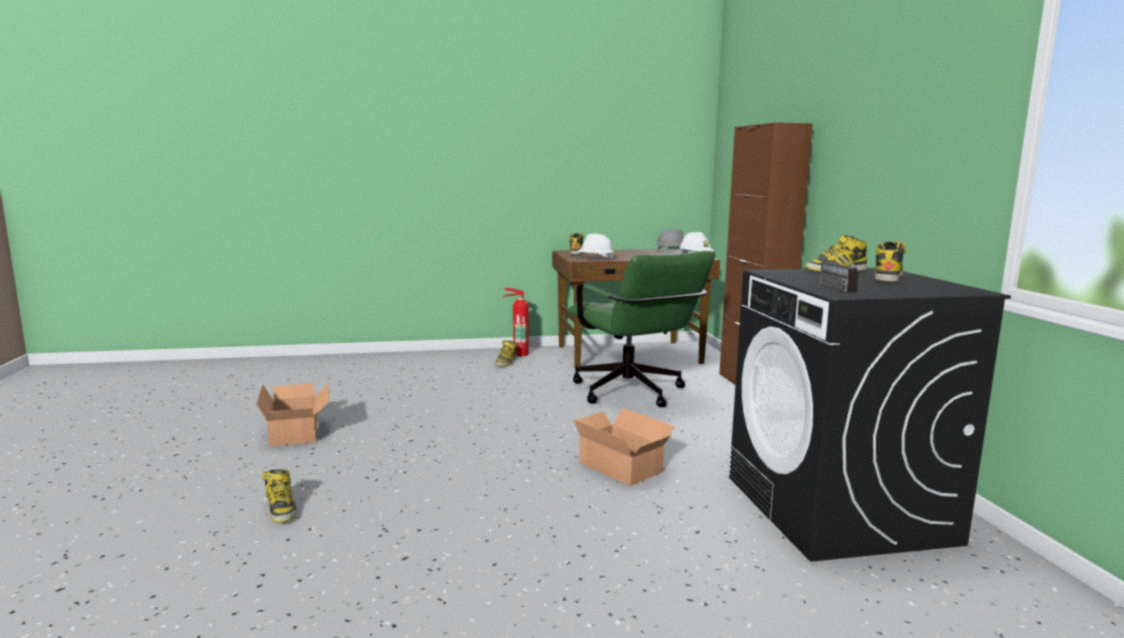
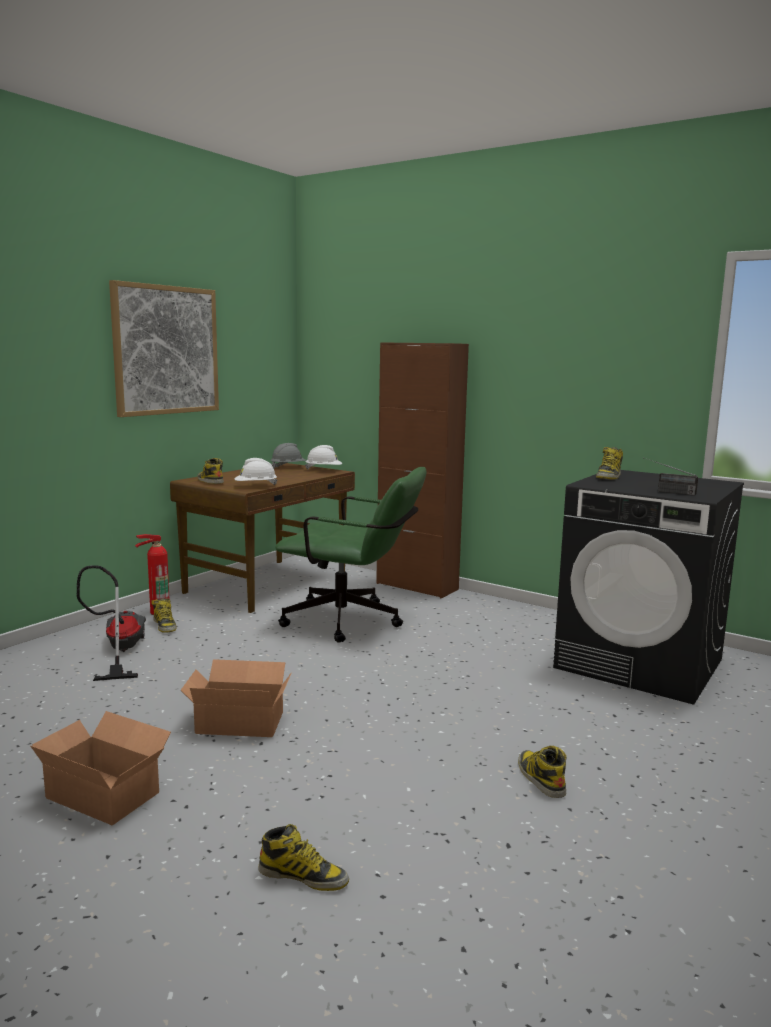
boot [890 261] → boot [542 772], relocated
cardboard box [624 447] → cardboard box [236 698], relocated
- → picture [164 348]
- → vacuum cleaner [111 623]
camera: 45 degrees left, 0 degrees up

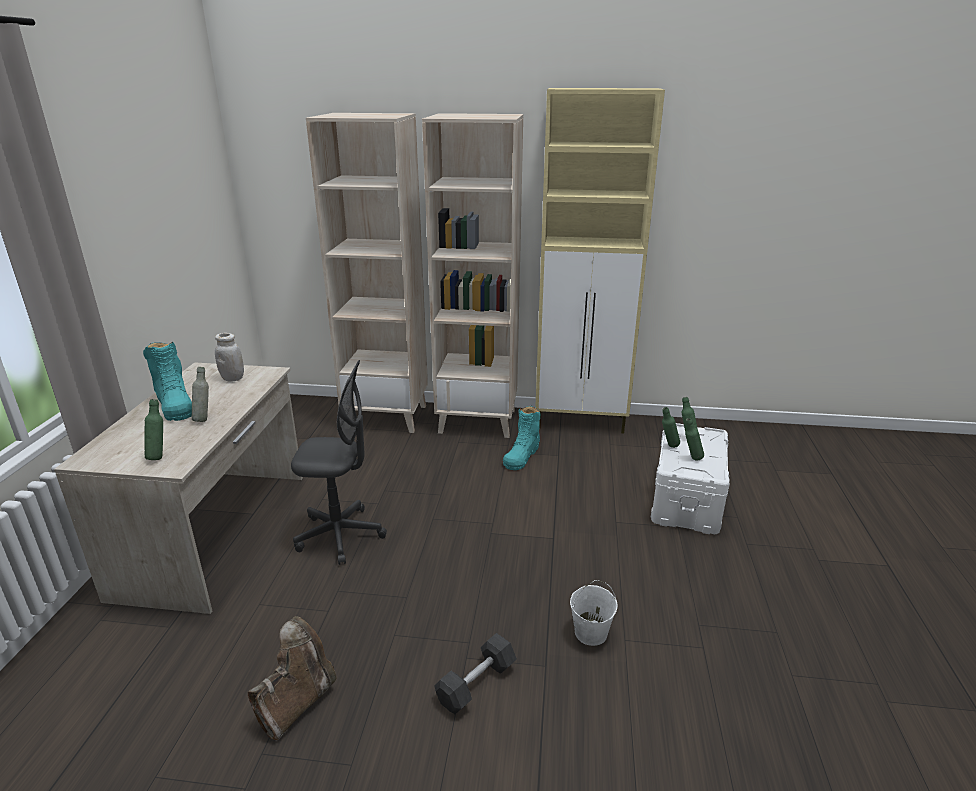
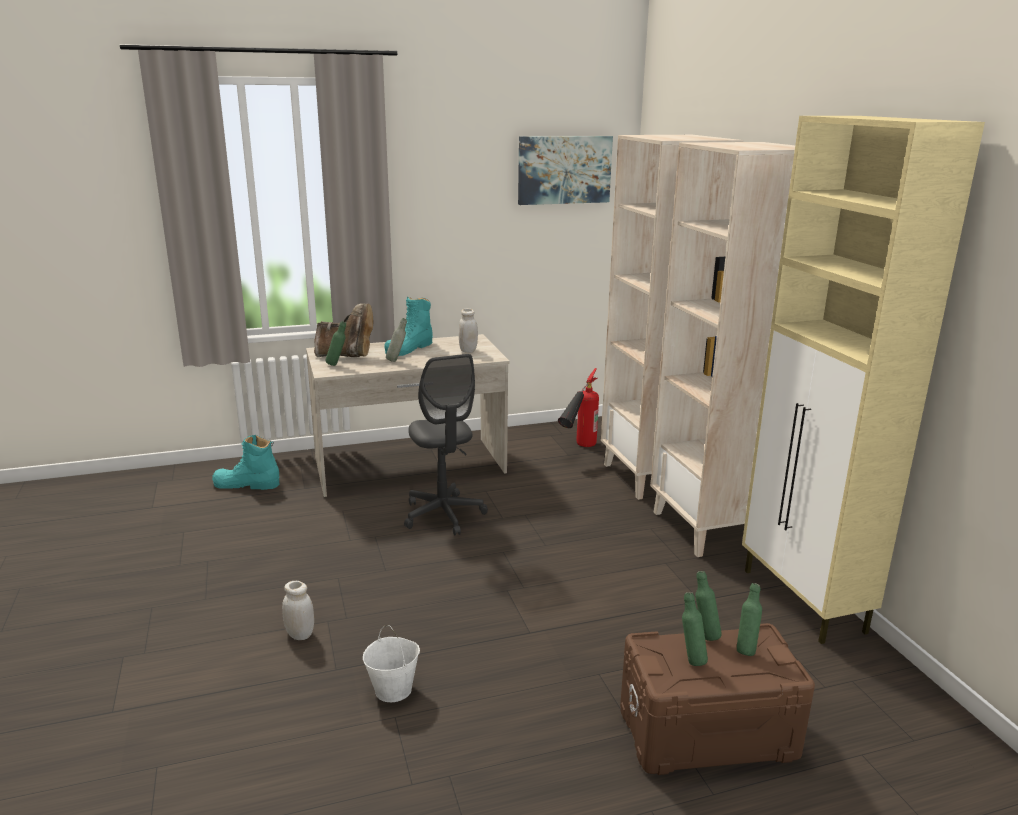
turquoise boot [522 438] → turquoise boot [245 462], relocated
white storage box [690 478] → brown storage box [717 699]
brown boot [291 678] → brown boot [343 330], relocated
grey dumbbell [475 673] → white jar [298 610]
- → picture [565 170]
- → fire extinguisher [578 407]
camera: 65 degrees right, 5 degrees down

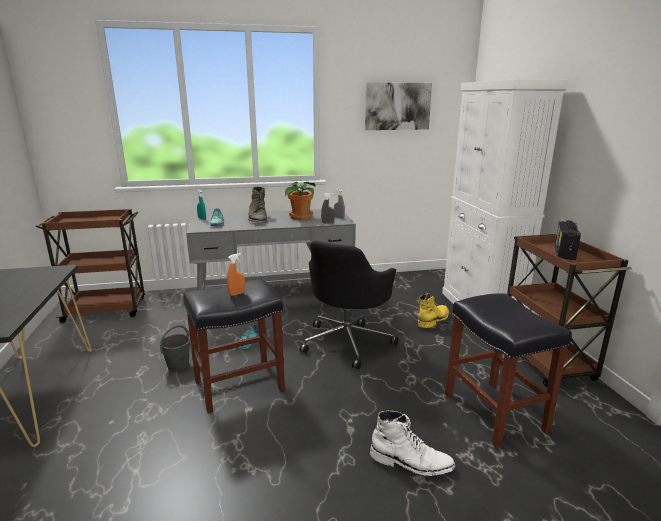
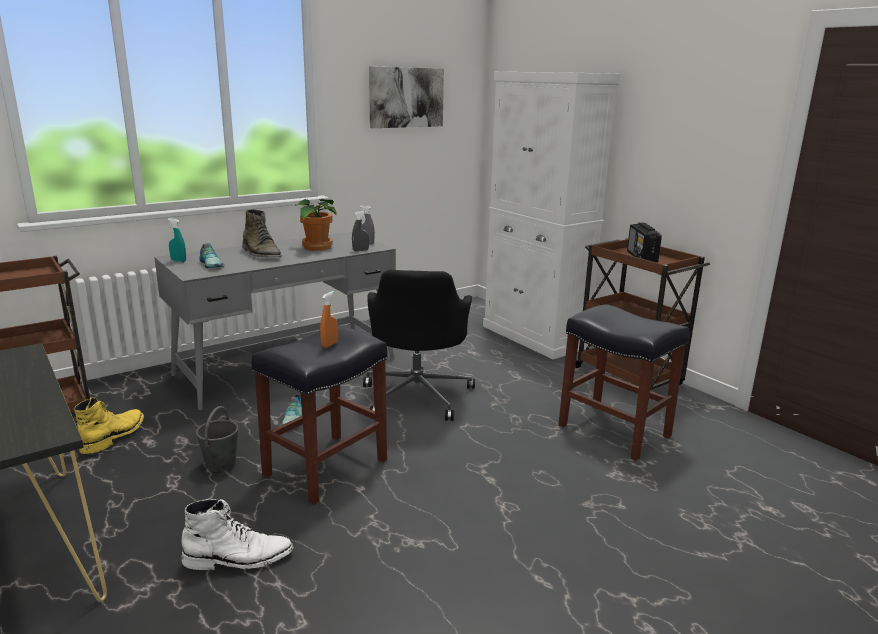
yellow boot [433 310] → yellow boot [109 425], relocated
white boot [412 443] → white boot [237 534], relocated
camera: 25 degrees left, 0 degrees up

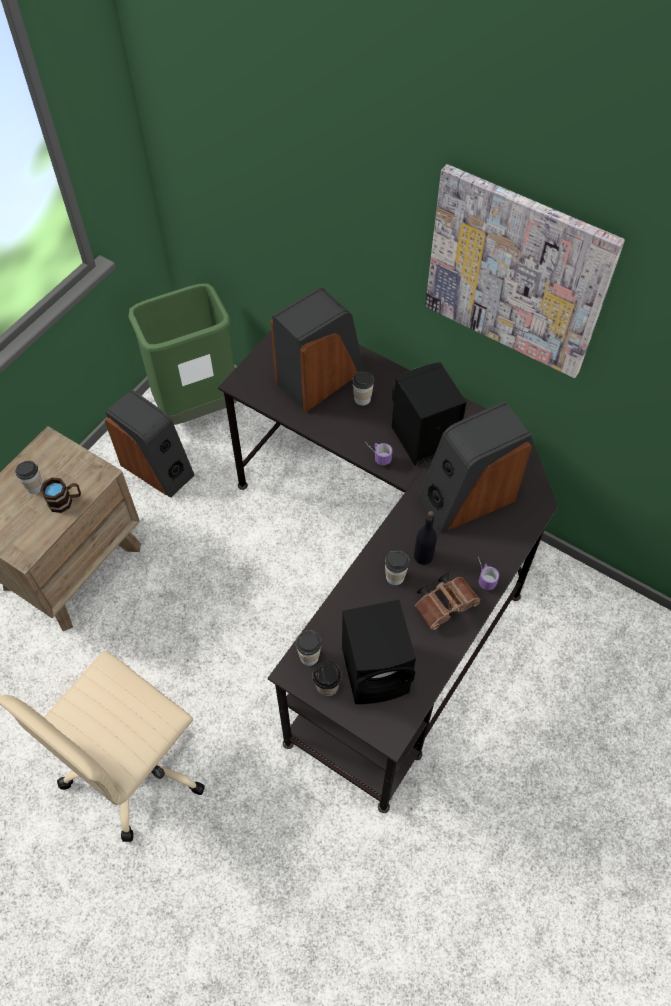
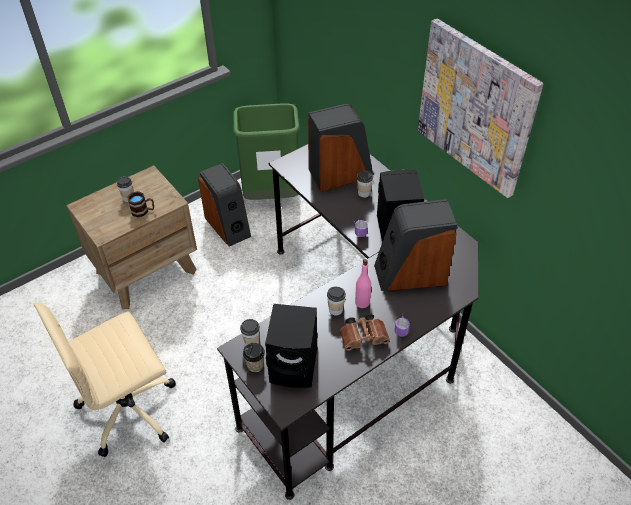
black bottle [425 538] → pink bottle [363 283]
camera: 20 degrees right, 10 degrees down

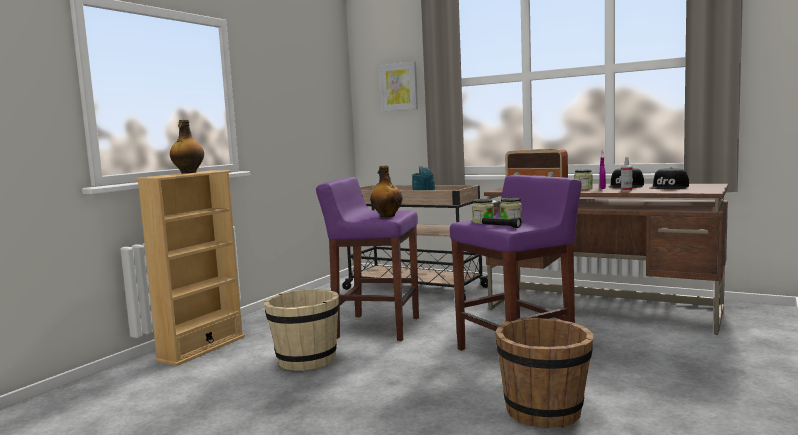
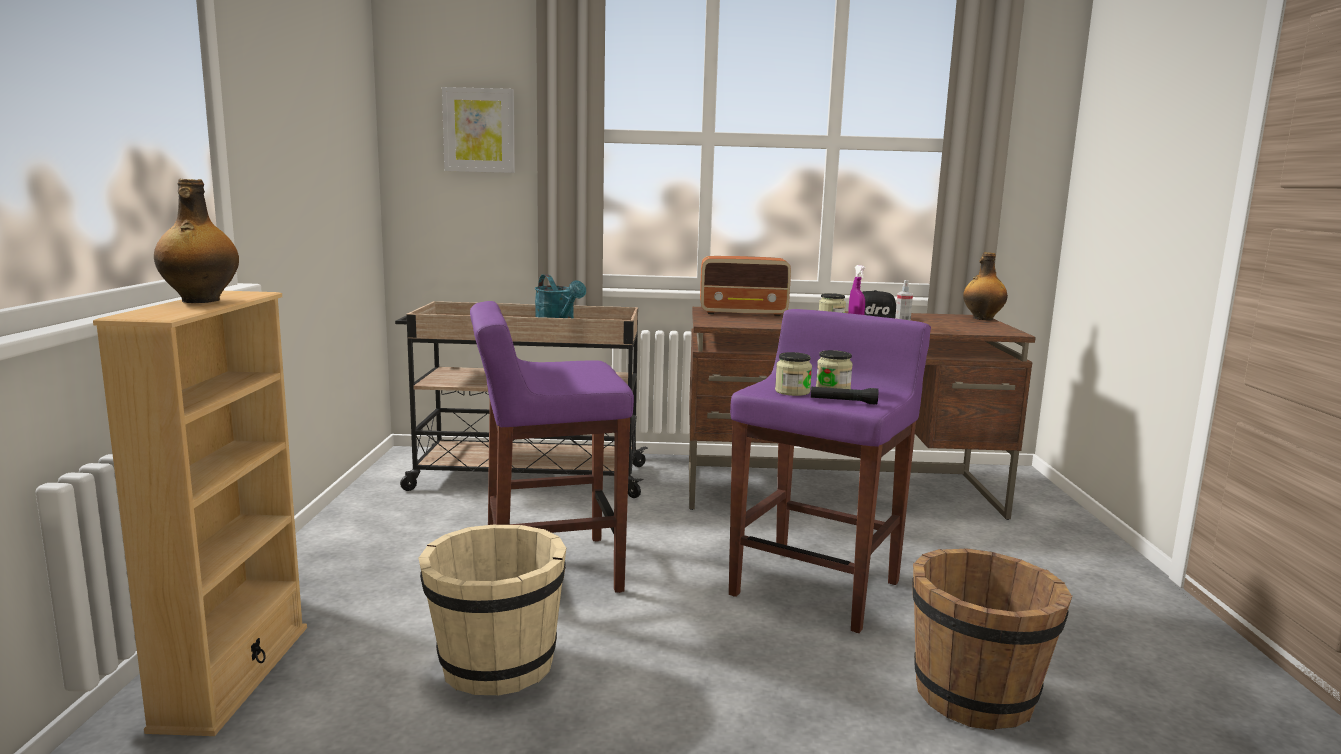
bottle [386 191] → bottle [985 286], relocated
black cap [669 178] → -
camera: 30 degrees left, 5 degrees up

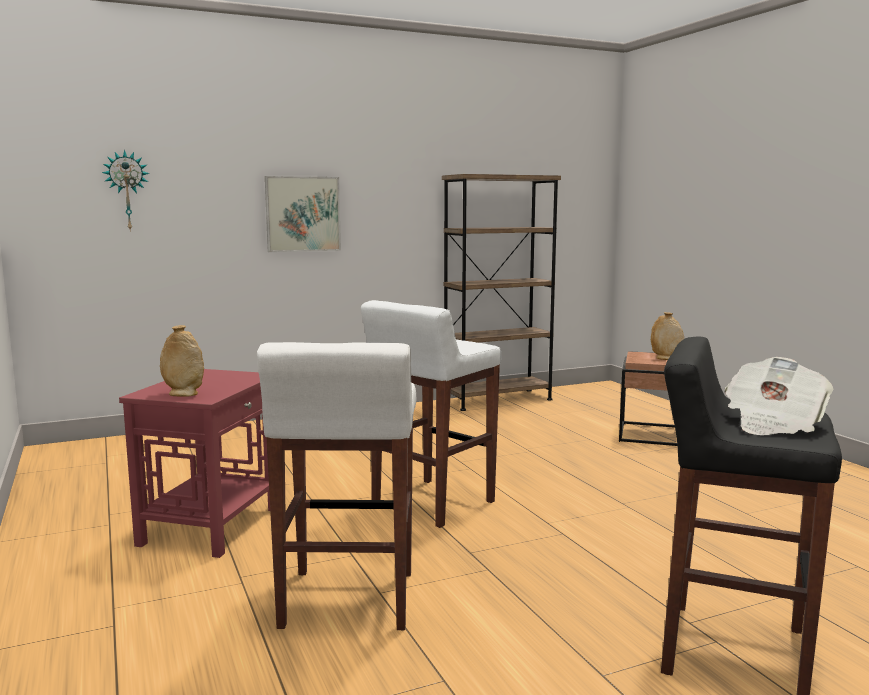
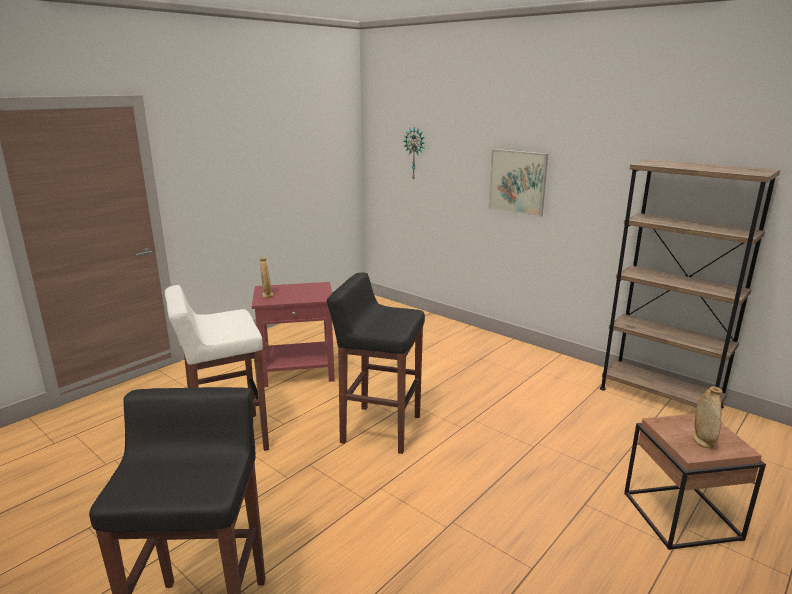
white stool [431 414] → black stool [376 363]
newspaper [779 396] → -
camera: 65 degrees right, 10 degrees up

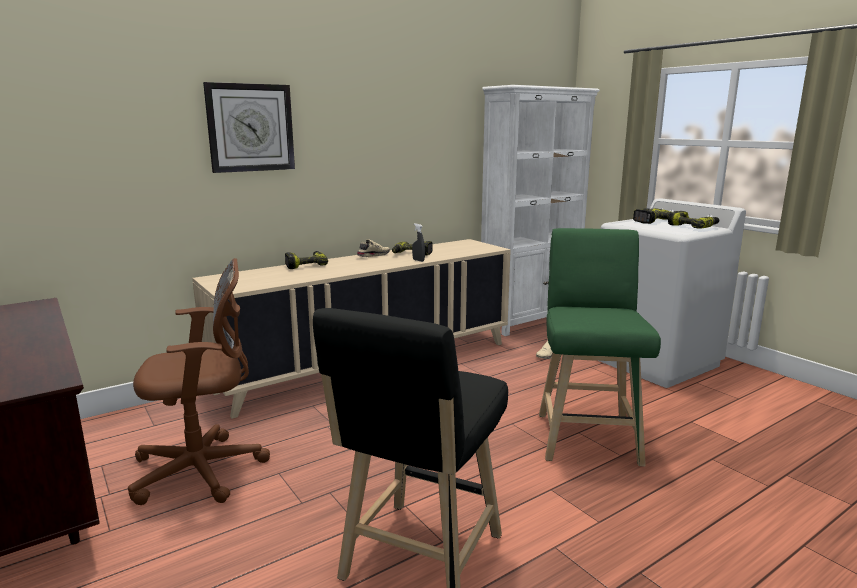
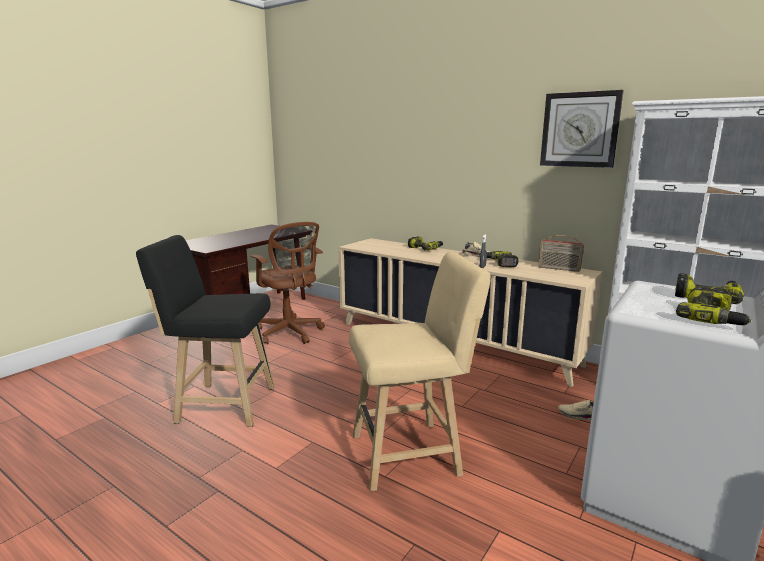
wall clock [249 127] → wall clock [582 129], relocated
green stool [600 347] → beige stool [420 371]
- → radio [561 253]
camera: 70 degrees right, 0 degrees up

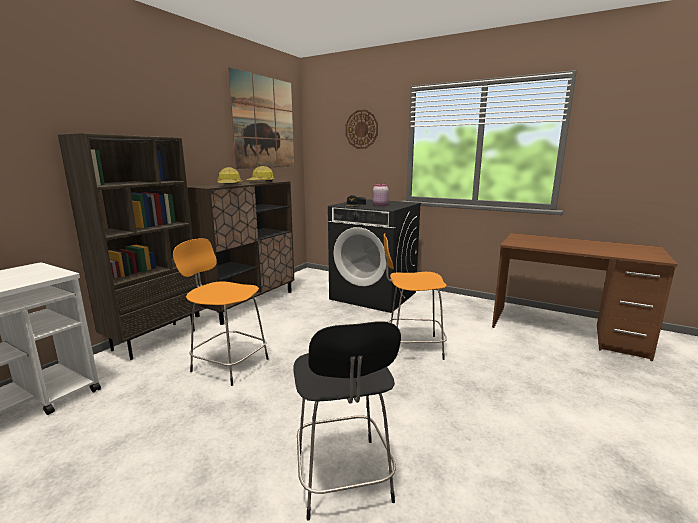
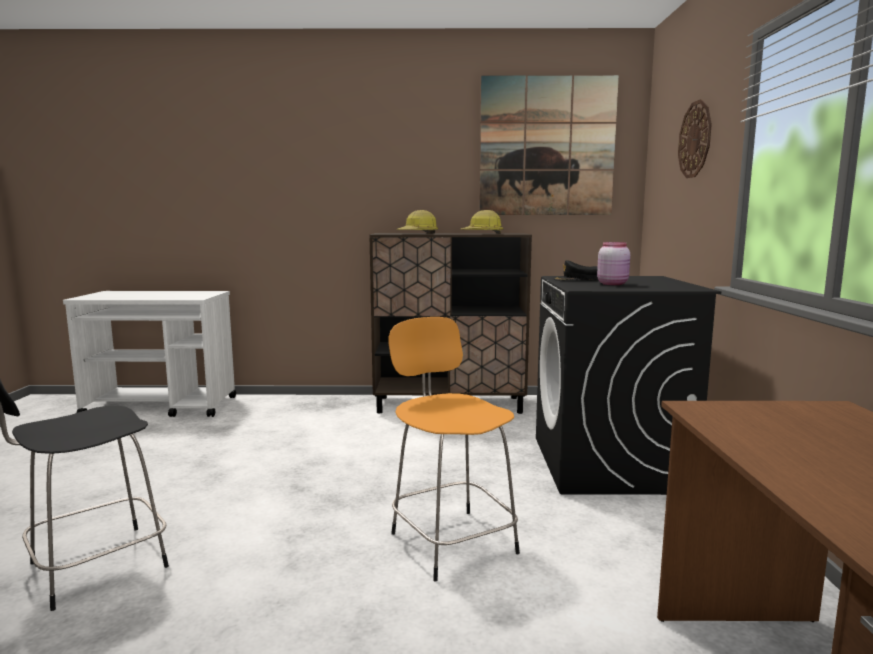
brown bookcase [129 246] → -
orange stool [221 312] → -
camera: 60 degrees right, 5 degrees down

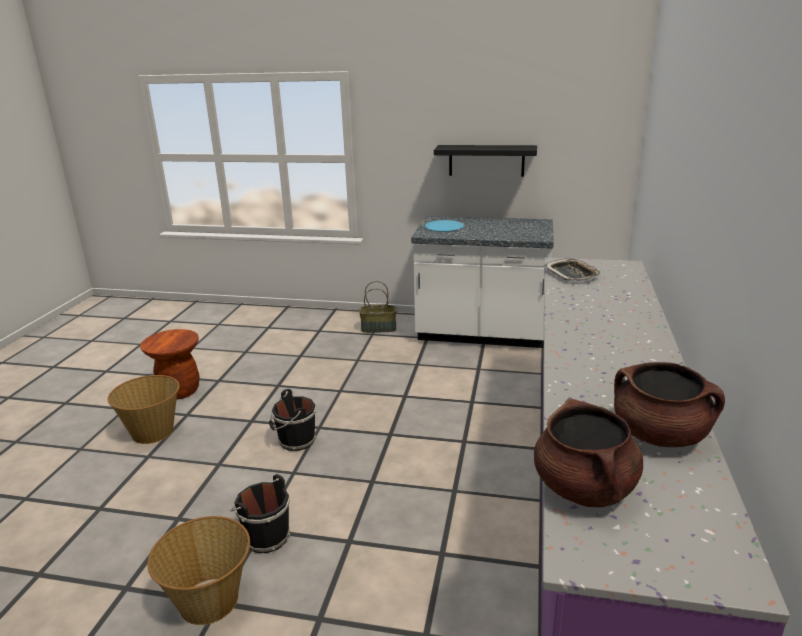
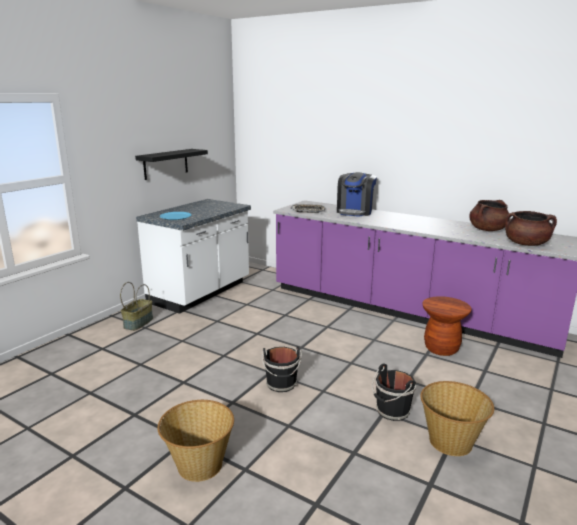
brown stool [170 364] → brown stool [446 326], relocated
- → coffee machine [357 194]
camera: 70 degrees left, 5 degrees down

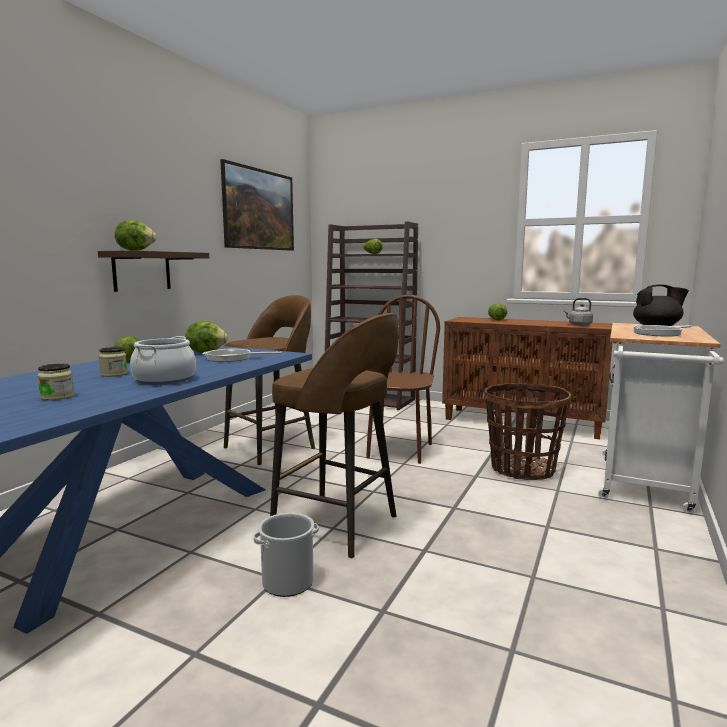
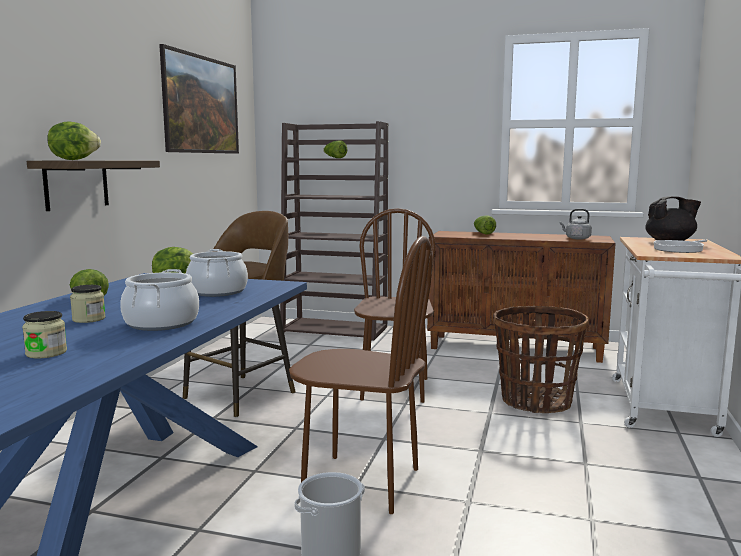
brown stool [334 436] → brown chair [360 375]
frying pan [241 355] → cooking pot [217 273]
camera: 10 degrees left, 0 degrees up

